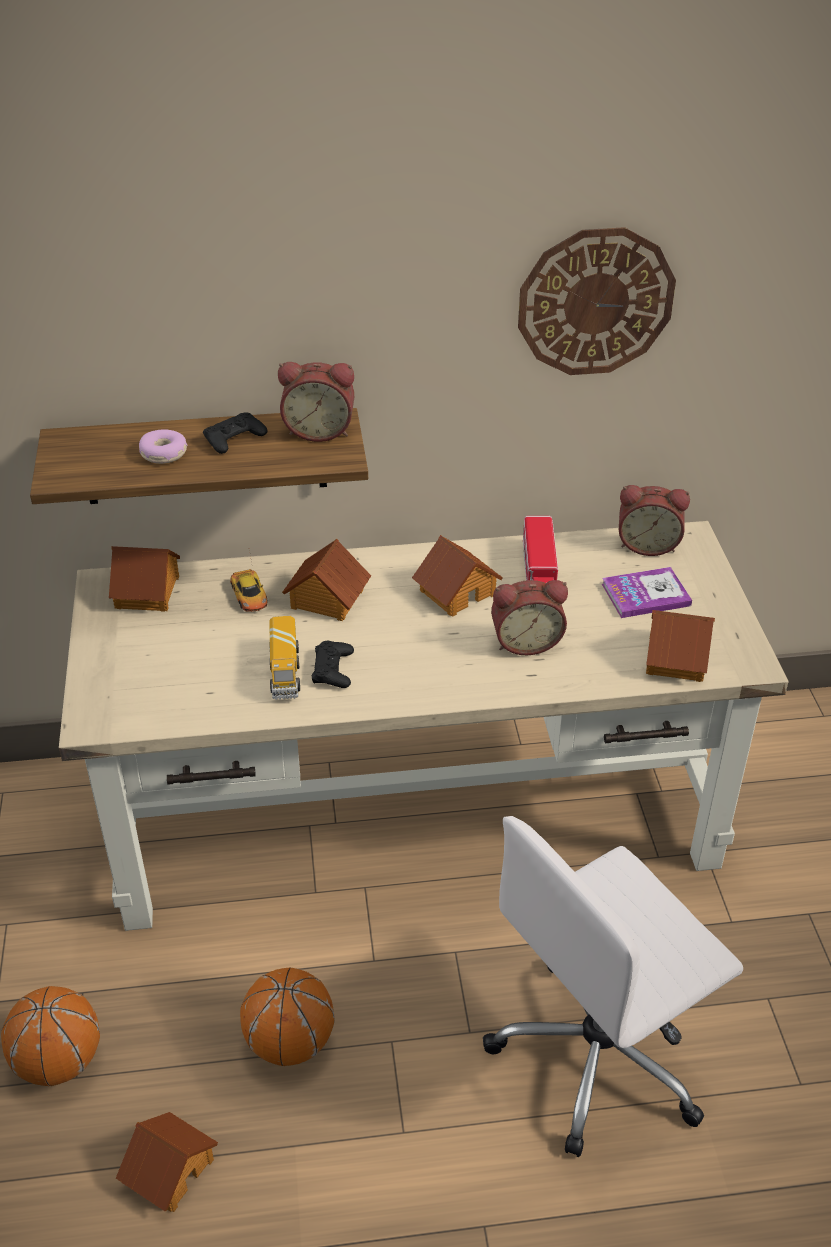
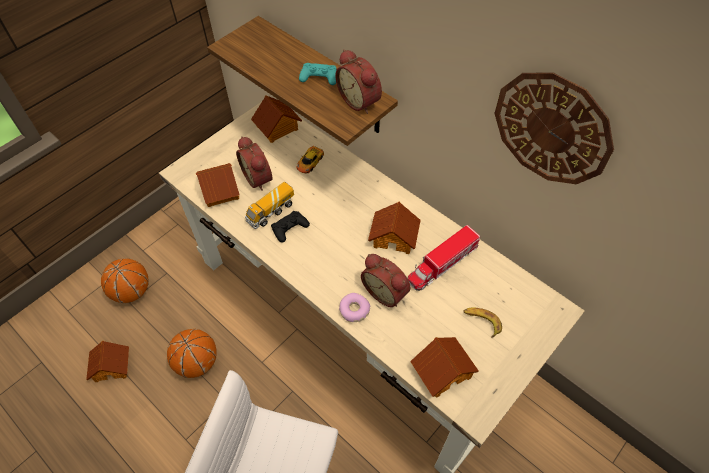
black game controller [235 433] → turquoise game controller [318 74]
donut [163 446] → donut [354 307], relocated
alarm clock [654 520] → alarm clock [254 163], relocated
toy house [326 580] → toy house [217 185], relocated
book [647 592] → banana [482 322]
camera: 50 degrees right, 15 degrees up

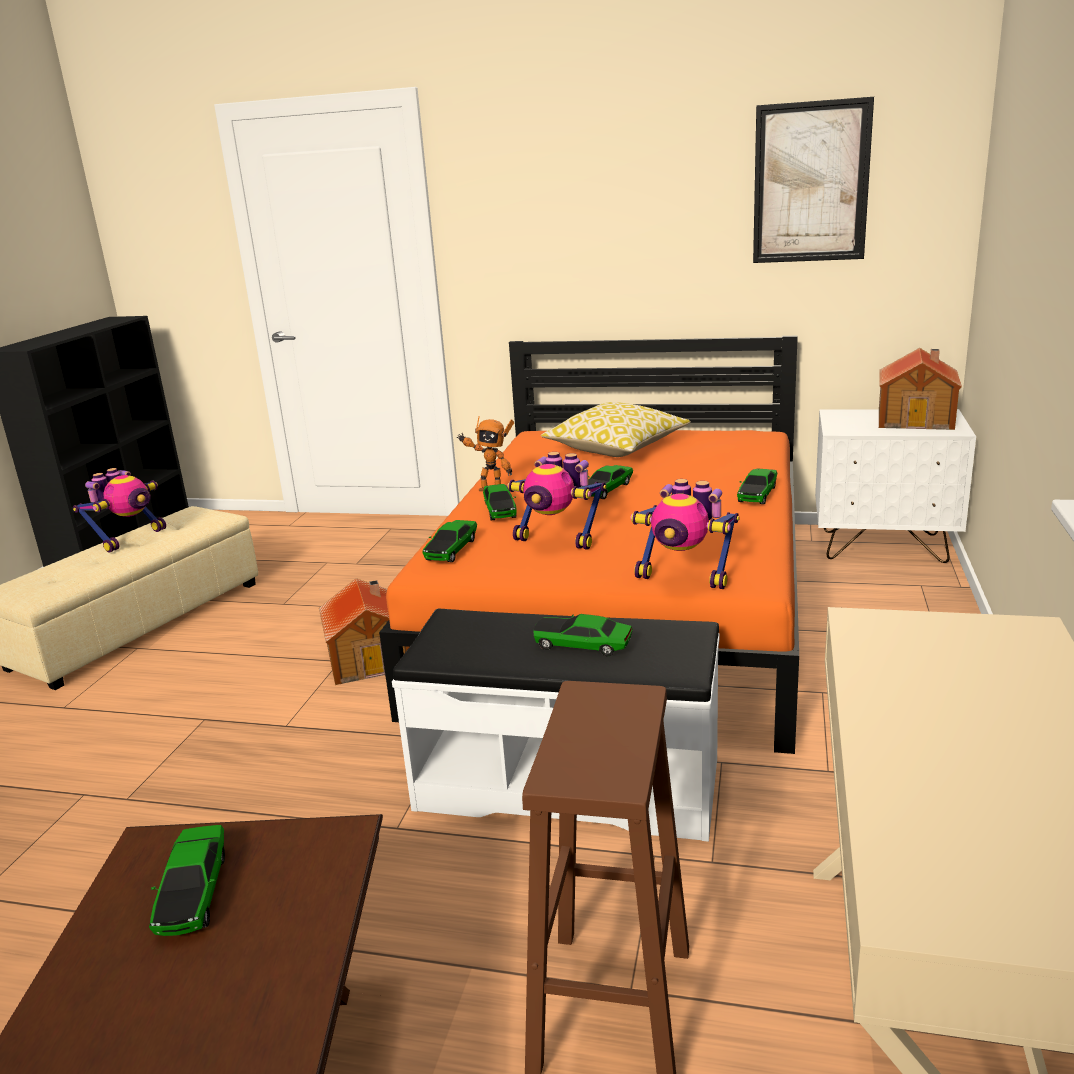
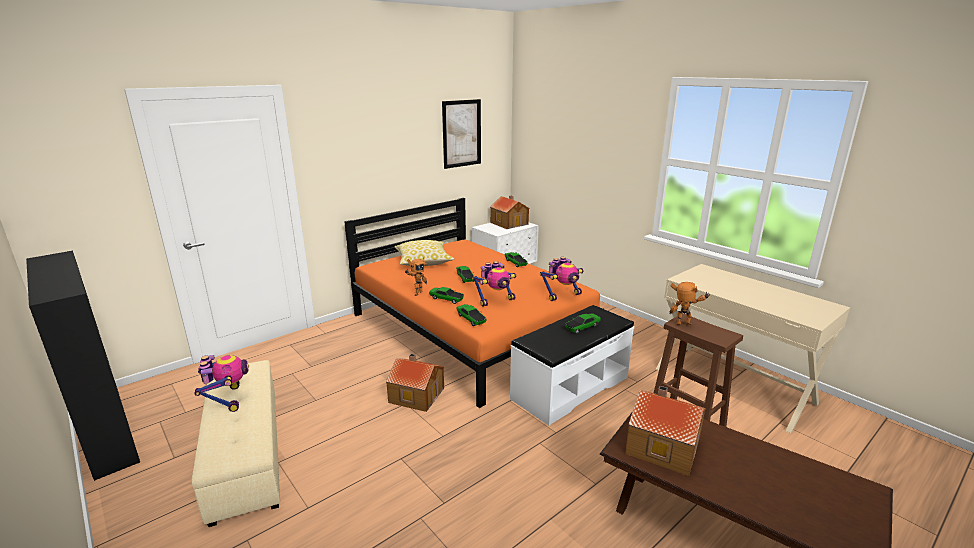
toy car [187 880] → toy house [665 431]
- → toy robot [690 304]
camera: 55 degrees left, 0 degrees up

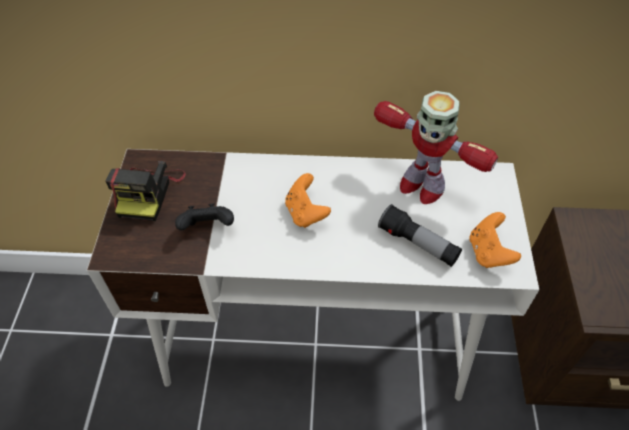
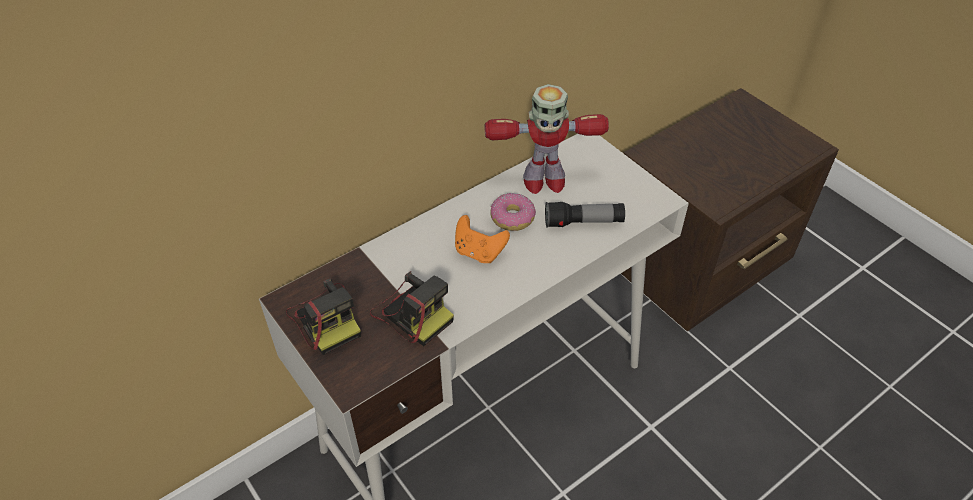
black game controller [204 217] → photo camera [412 308]
orange game controller [495 240] → -
- → donut [513 212]
camera: 40 degrees left, 5 degrees down

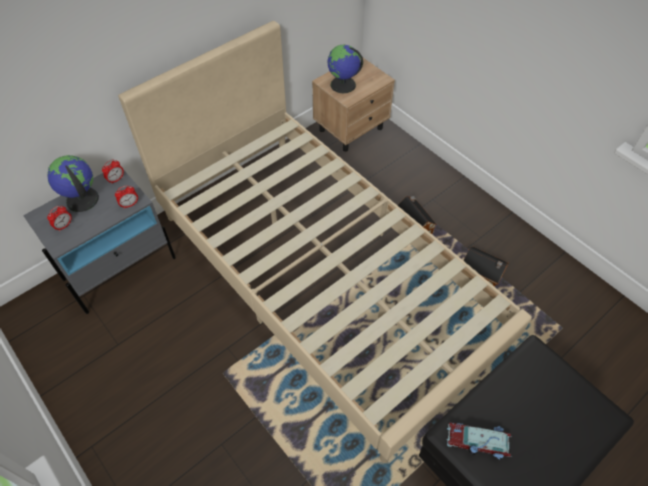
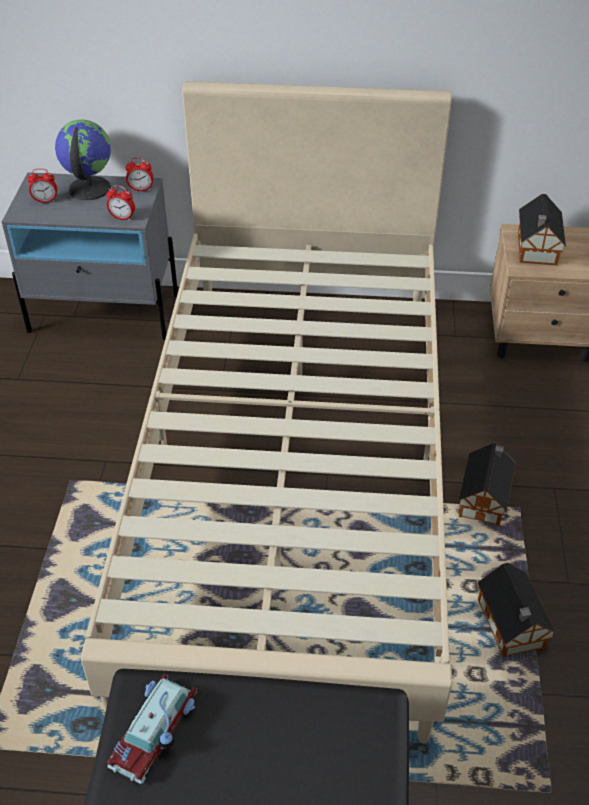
globe [345 68] → toy house [542 229]
toy car [478 440] → toy car [152 729], 120 degrees counterclockwise
camera: 45 degrees right, 10 degrees down

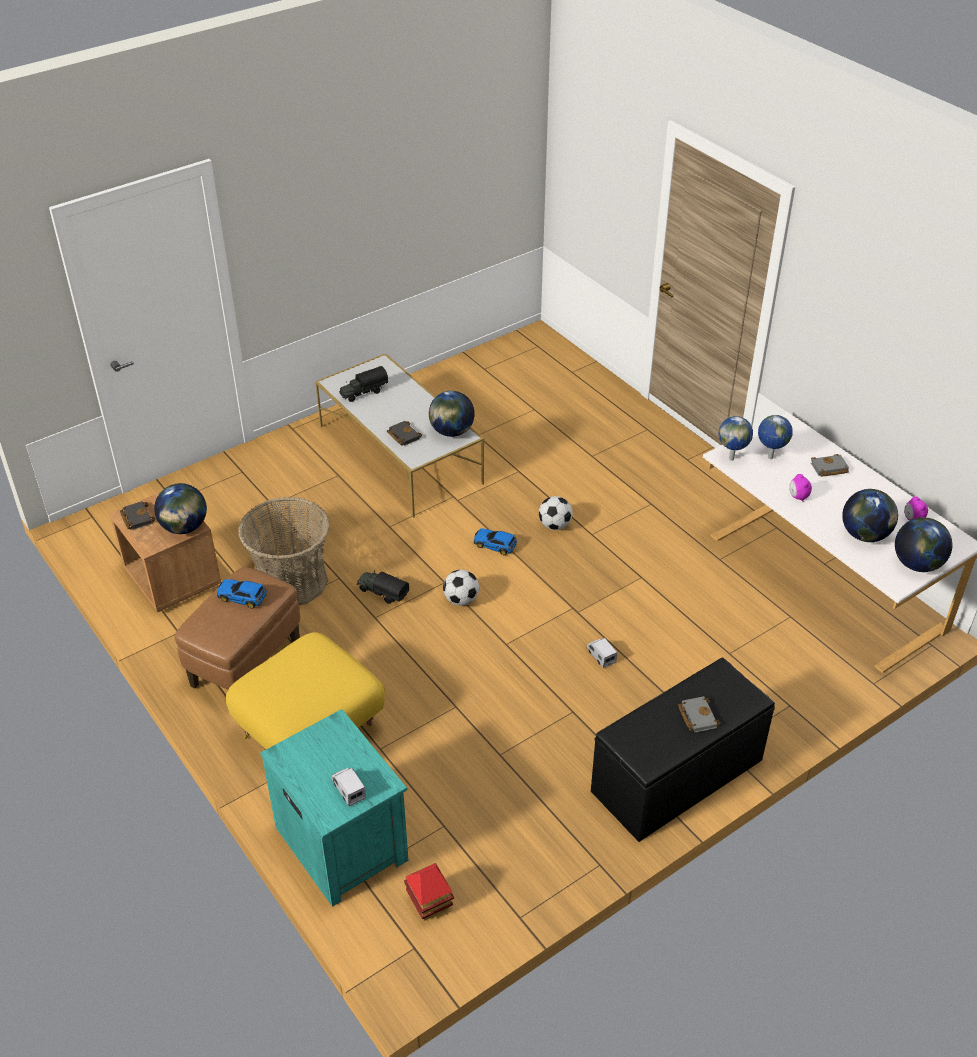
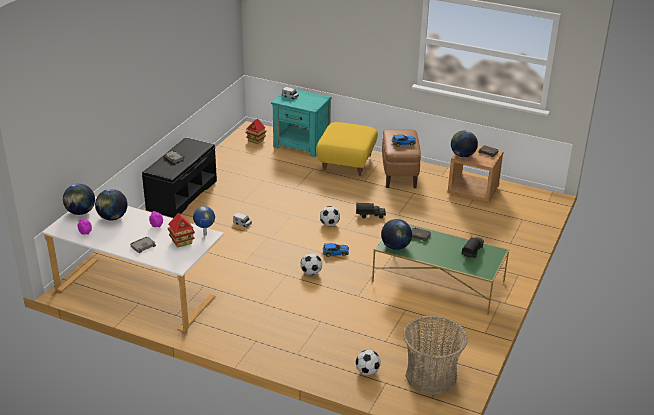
white coffee table [399 435] → green coffee table [440 269]
globe [775 437] → toy house [181 230]
basket [284 551] → basket [435 355], relocated
- → football [368 362]
camera: 150 degrees right, 10 degrees down

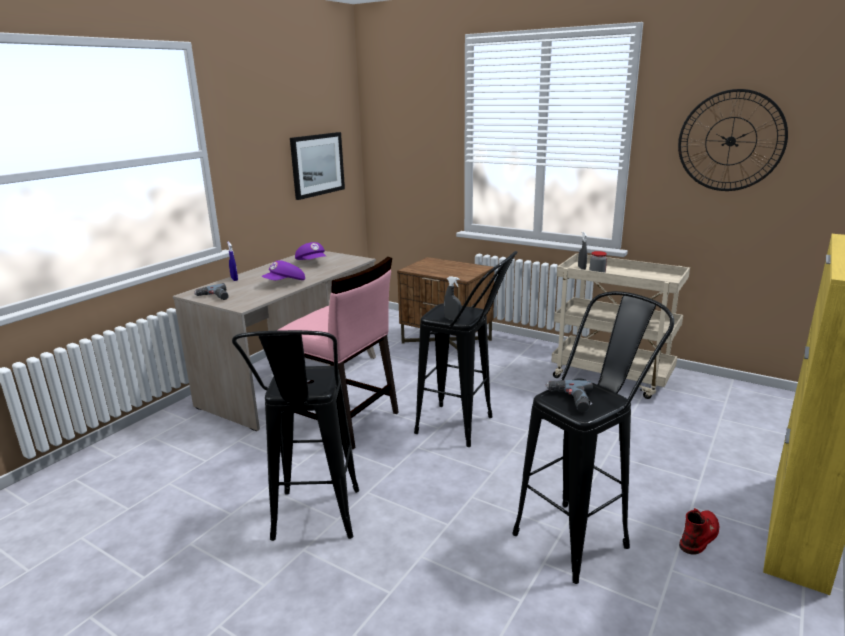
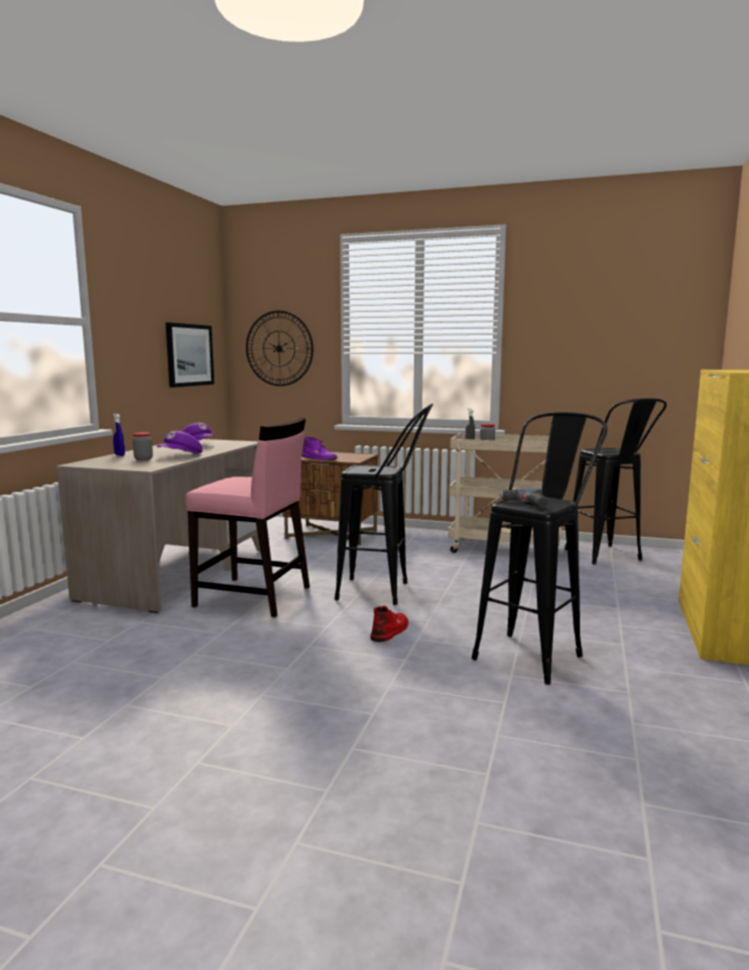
wall clock [733 140] → wall clock [279 348], relocated
grey spray bottle [453 298] → -
power drill [211 291] → -
black stool [295 435] → black stool [616 481], relocated
red boot [699 531] → red boot [389 623], relocated
- → jar [143 446]
- → purple boot [320 448]
camera: 15 degrees left, 10 degrees down

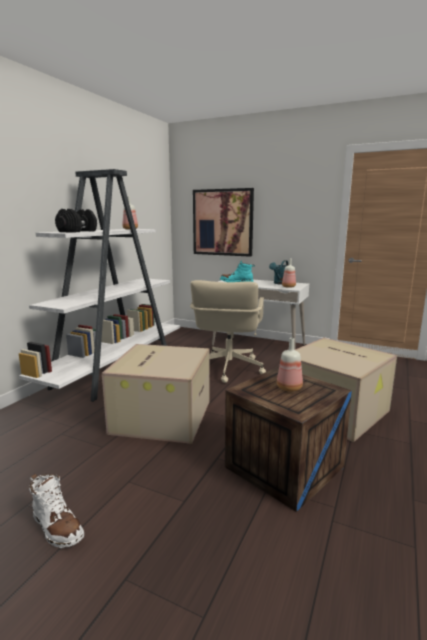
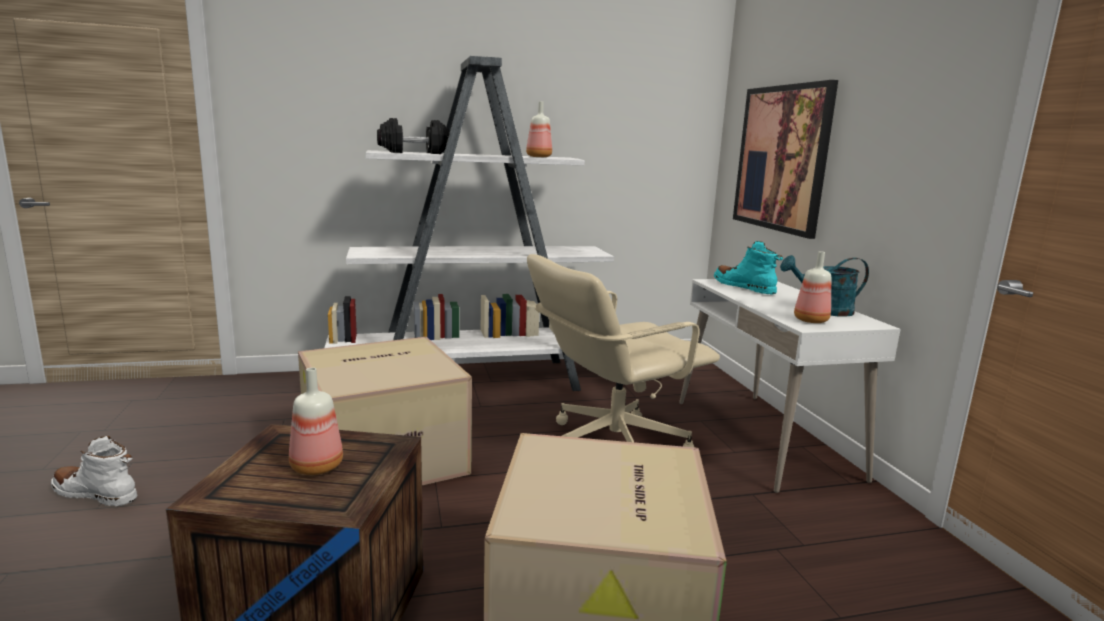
white boot [56 511] → white boot [94 471], 105 degrees clockwise
camera: 50 degrees right, 0 degrees up

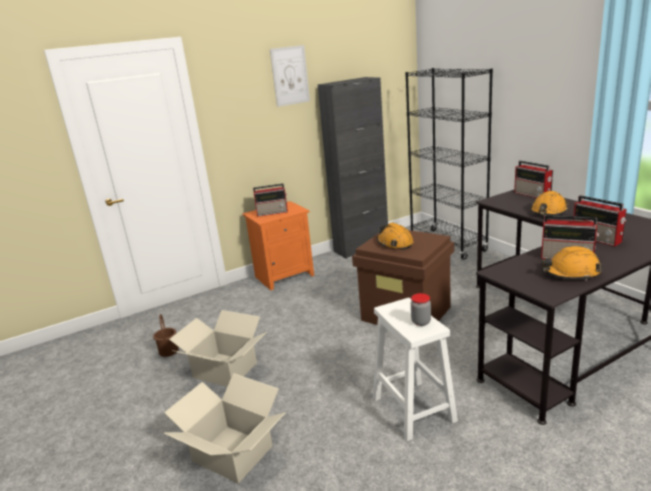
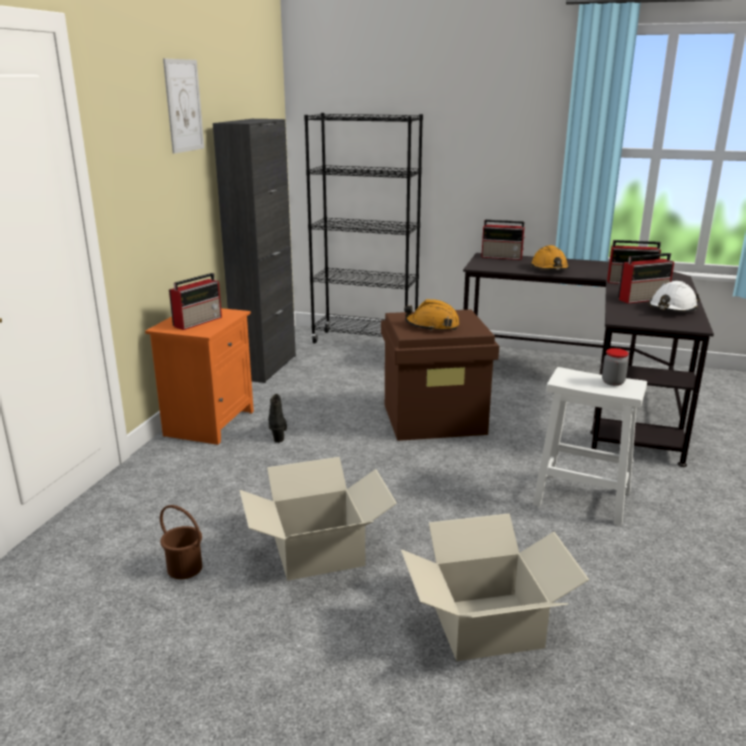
orange hard hat [572 263] → white hard hat [674 296]
- → black boot [277 418]
camera: 45 degrees left, 0 degrees up

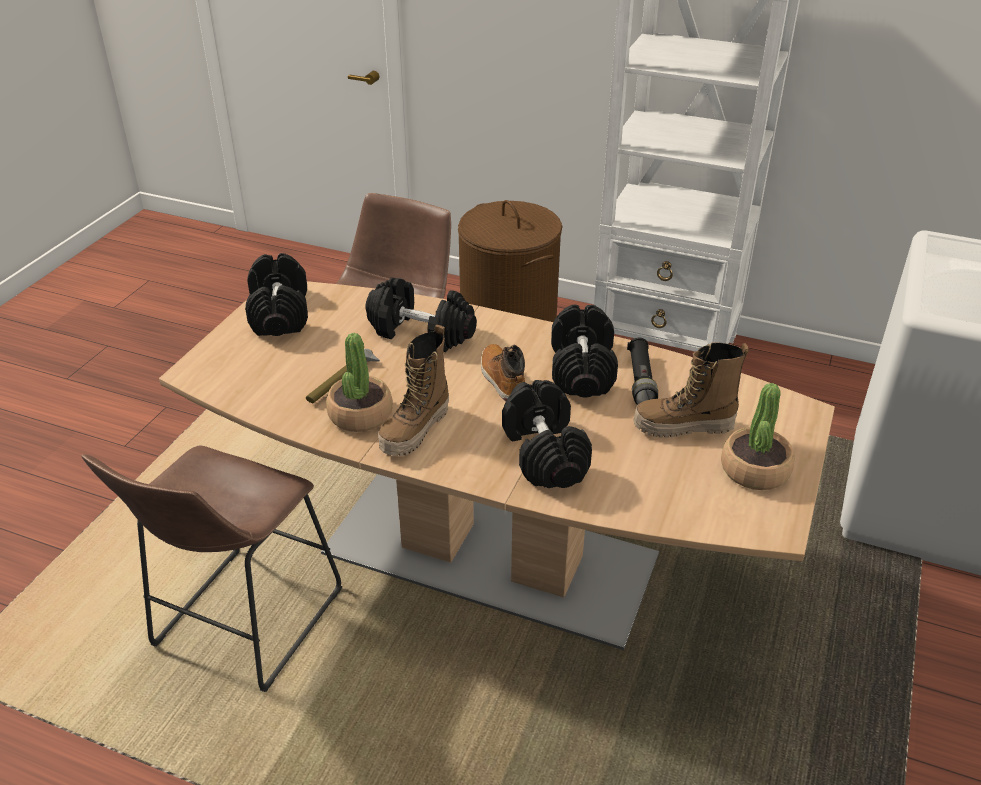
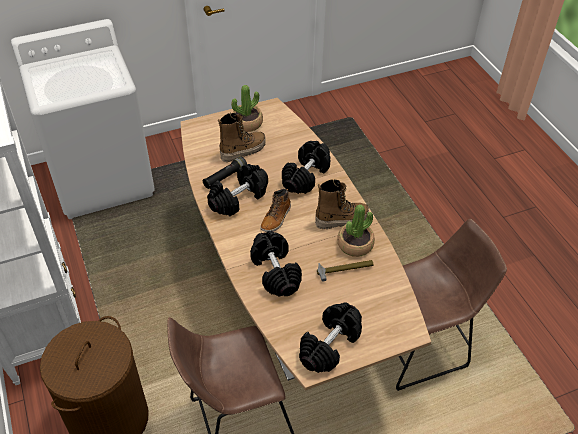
boot [691 390] → boot [242 137], 75 degrees counterclockwise
camera: 135 degrees left, 10 degrees up

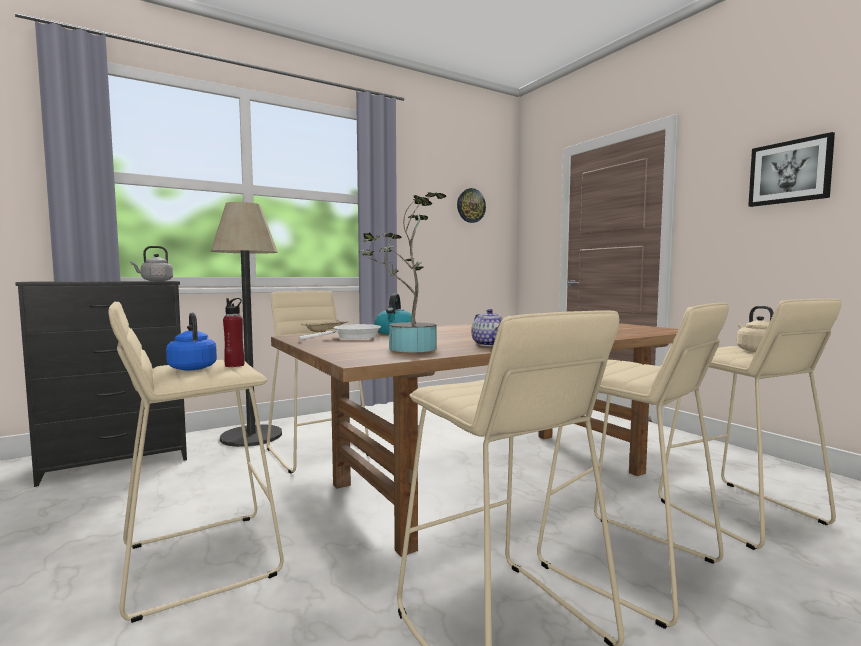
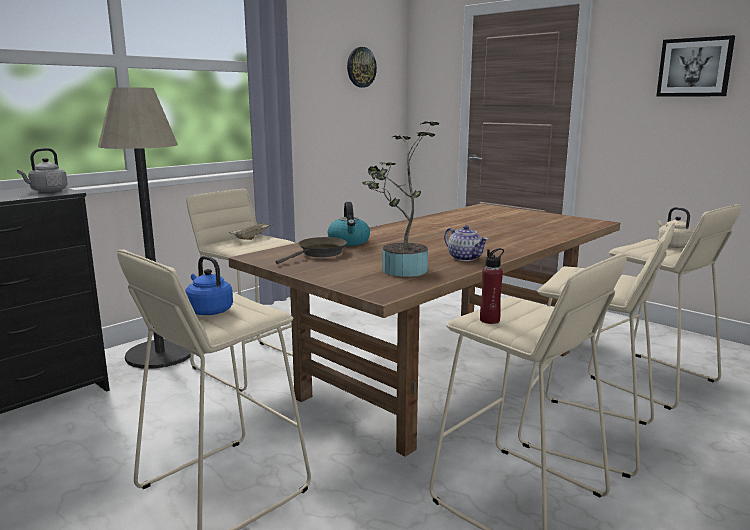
red bottle [233 332] → red bottle [492 286], relocated
white frying pan [340 332] → brown frying pan [311 250]
camera: 15 degrees left, 10 degrees up

